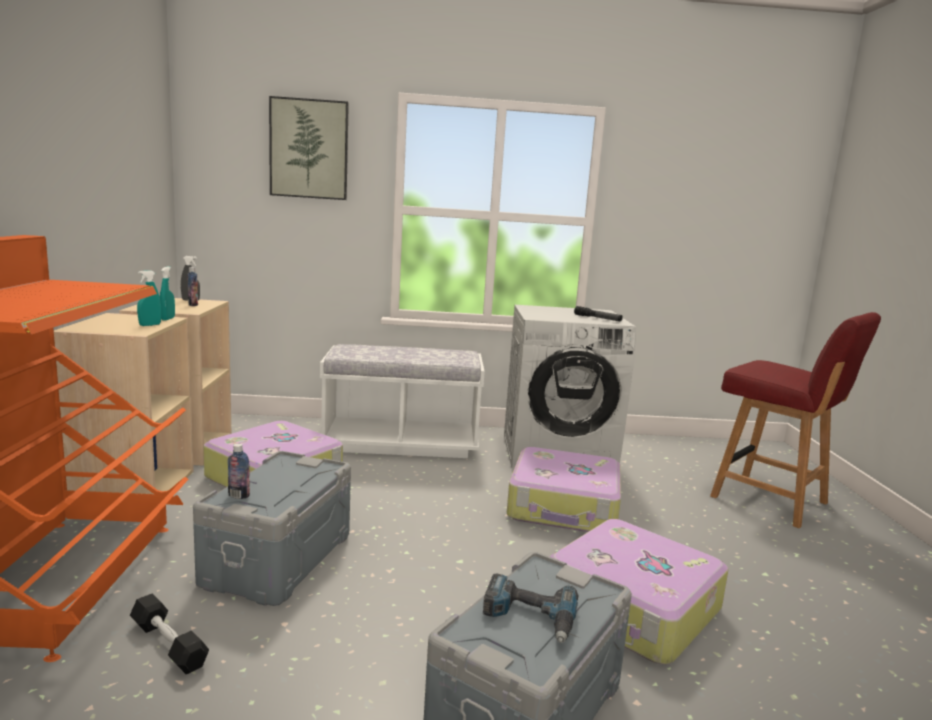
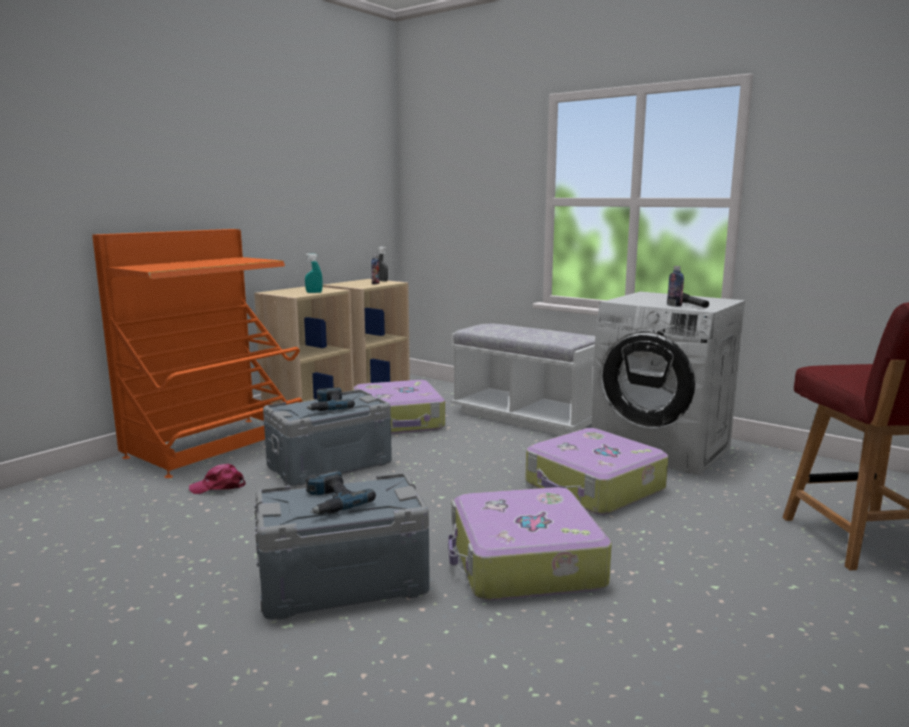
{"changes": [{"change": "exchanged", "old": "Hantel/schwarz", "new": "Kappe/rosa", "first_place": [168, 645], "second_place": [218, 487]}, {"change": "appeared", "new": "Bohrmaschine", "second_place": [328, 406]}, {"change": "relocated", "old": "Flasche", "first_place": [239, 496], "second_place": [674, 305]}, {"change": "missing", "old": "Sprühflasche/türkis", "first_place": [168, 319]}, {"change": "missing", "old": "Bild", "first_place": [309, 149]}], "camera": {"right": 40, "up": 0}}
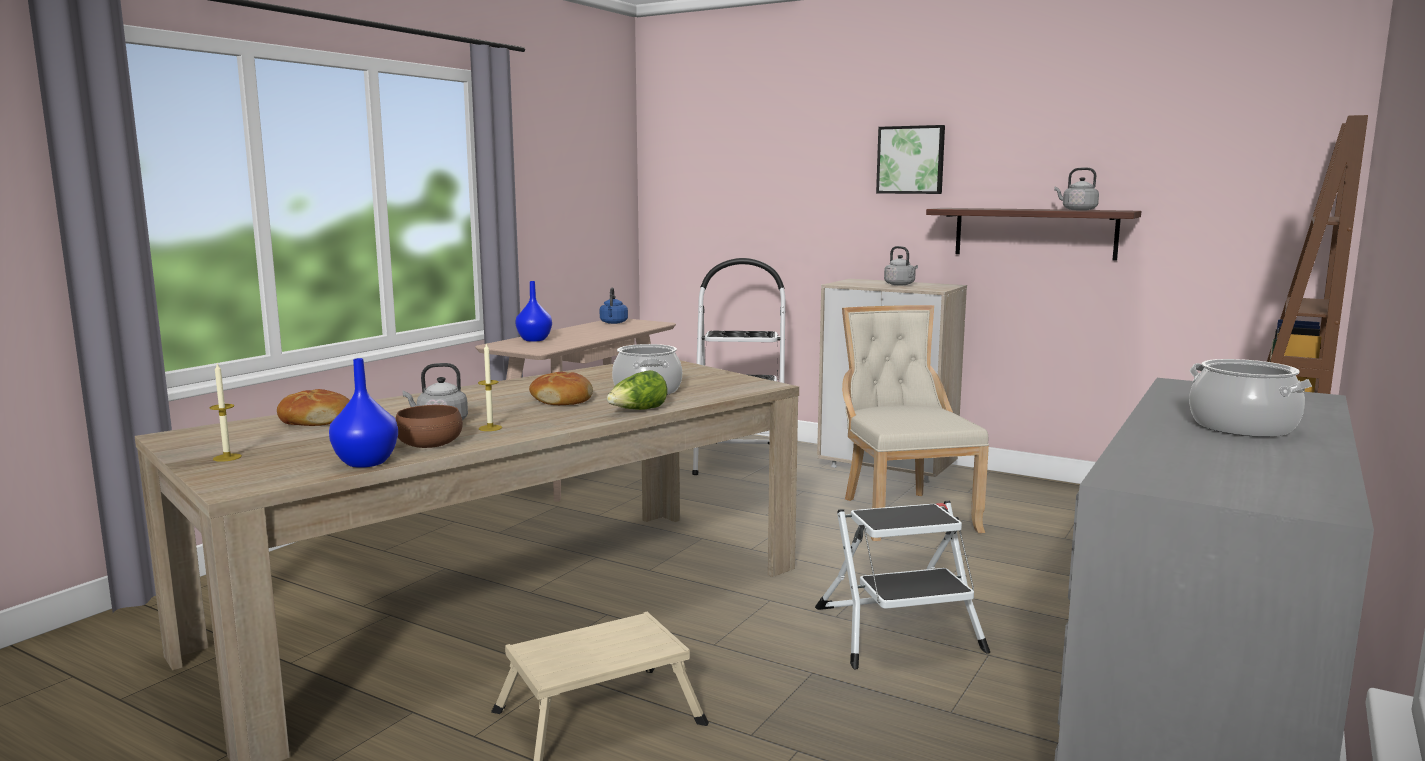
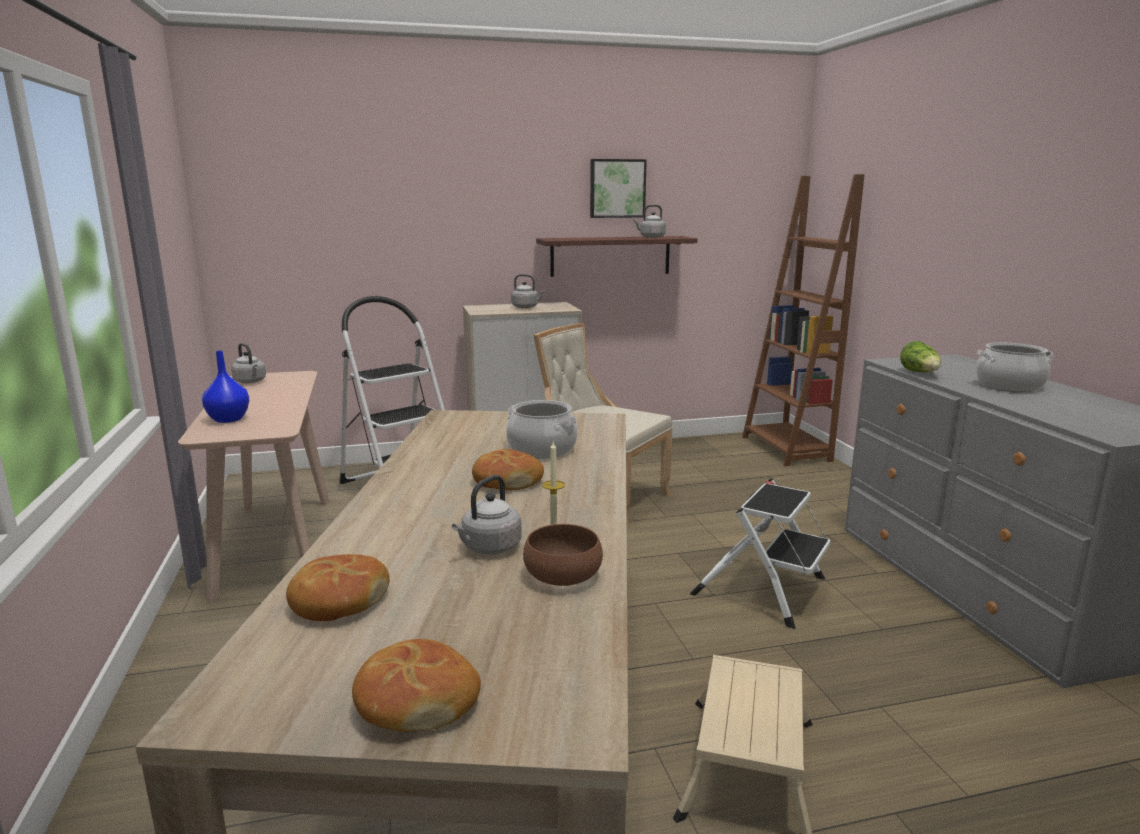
{"changes": [{"change": "colour", "old": "Wasserkessel/blau", "new": "Wasserkessel/grau", "first_place": [613, 323], "second_place": [250, 382]}, {"change": "exchanged", "old": "Kerze", "new": "Brot", "first_place": [227, 457], "second_place": [416, 701]}, {"change": "relocated", "old": "Bild", "first_place": [911, 160], "second_place": [617, 188]}, {"change": "relocated", "old": "Salatkopf", "first_place": [638, 411], "second_place": [920, 373]}, {"change": "missing", "old": "Vase/blau", "first_place": [366, 462]}], "camera": {"right": -45, "up": 5}}
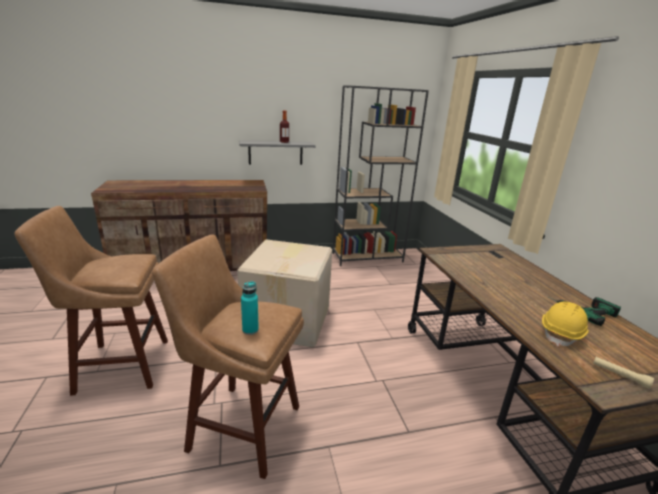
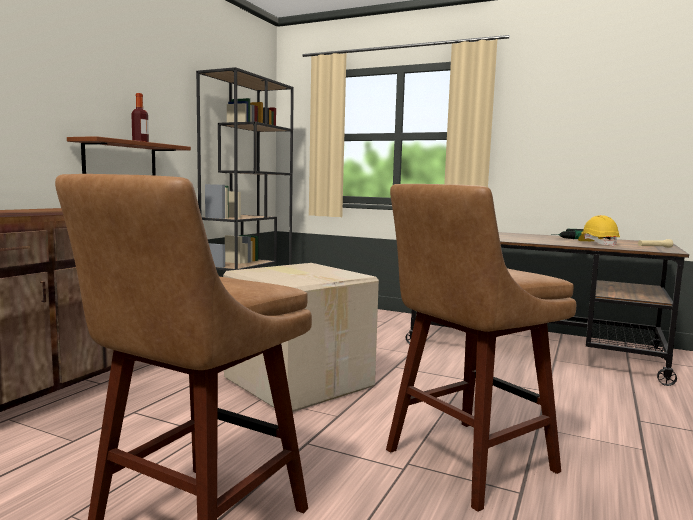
{"changes": [{"change": "colour", "old": "Wandregal/grau", "new": "Wandregal/braun", "first_place": [275, 152], "second_place": [120, 162]}, {"change": "missing", "old": "Flasche/türkis", "first_place": [250, 330]}], "camera": {"right": -50, "up": -15}}
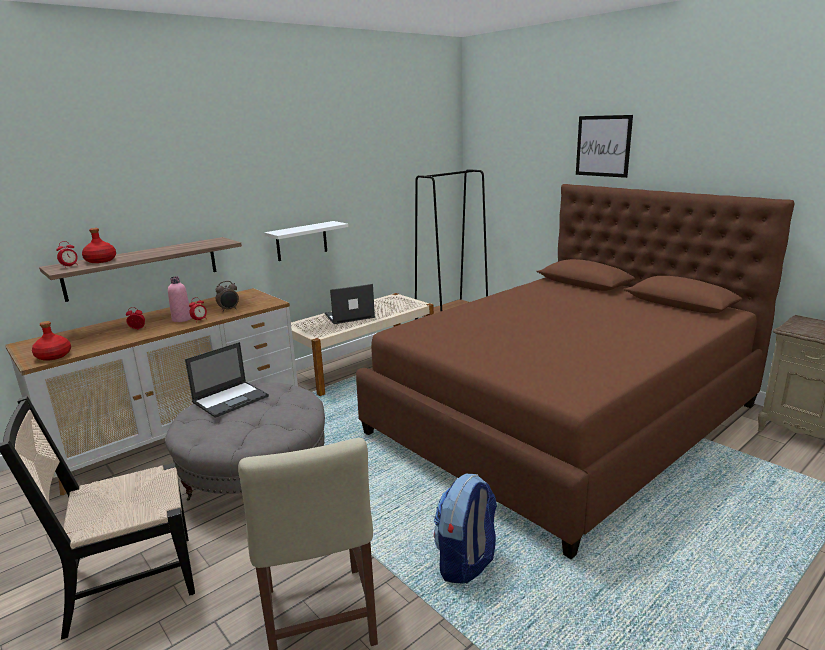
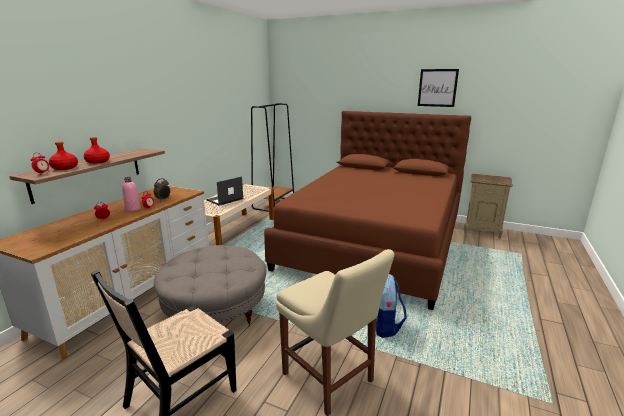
{"changes": [{"change": "relocated", "old": "Flasche/rot", "first_place": [53, 356], "second_place": [97, 162]}, {"change": "relocated", "old": "Bild", "first_place": [603, 146], "second_place": [437, 88]}, {"change": "missing", "old": "Laptop", "first_place": [231, 399]}, {"change": "missing", "old": "Wandregal/weiß", "first_place": [301, 241]}], "camera": {"right": -25, "up": 0}}
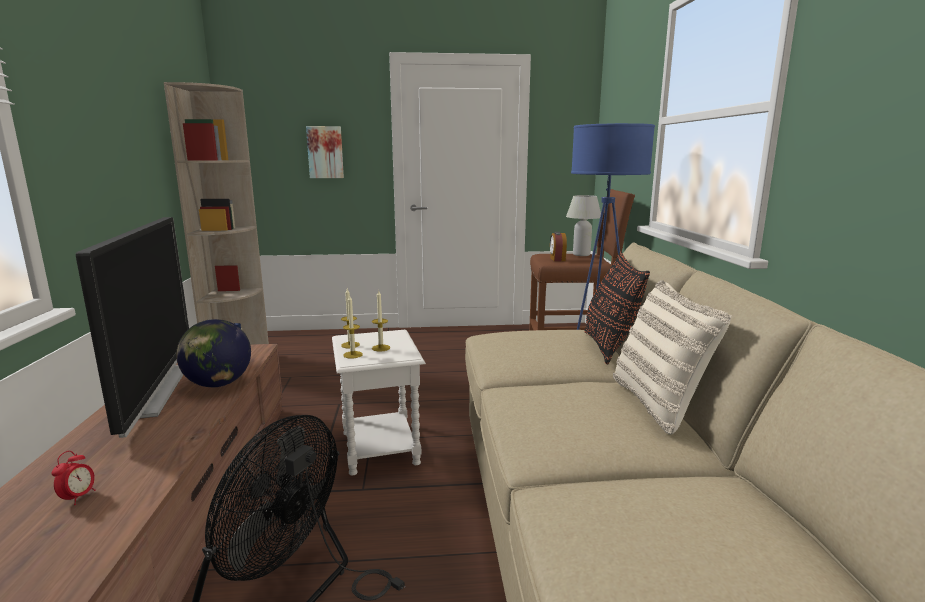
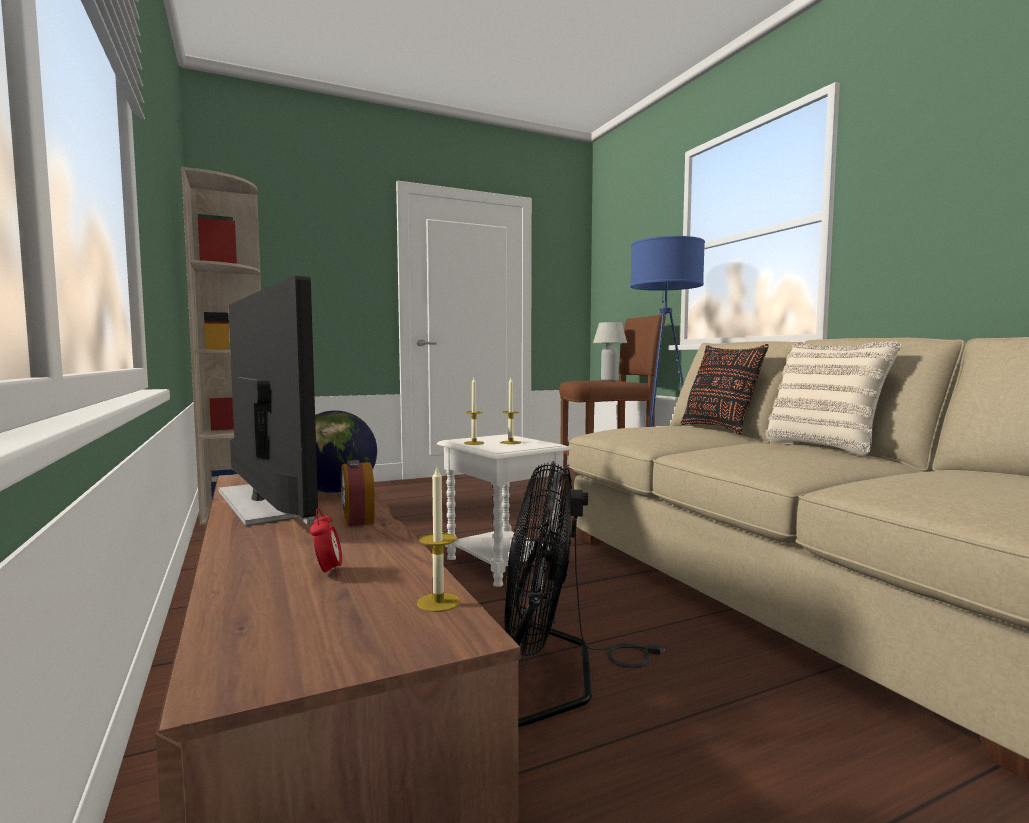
{"changes": [{"change": "relocated", "old": "Wecker", "first_place": [557, 259], "second_place": [357, 520]}, {"change": "relocated", "old": "Kerze", "first_place": [353, 355], "second_place": [438, 602]}, {"change": "missing", "old": "Bild", "first_place": [325, 152]}], "camera": {"right": -20, "up": -10}}
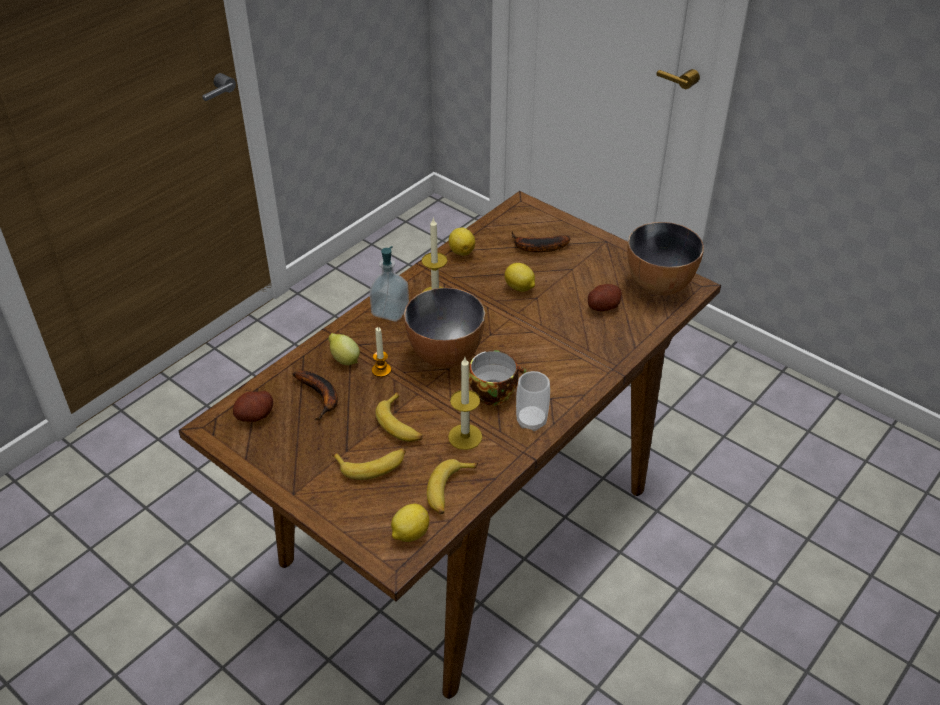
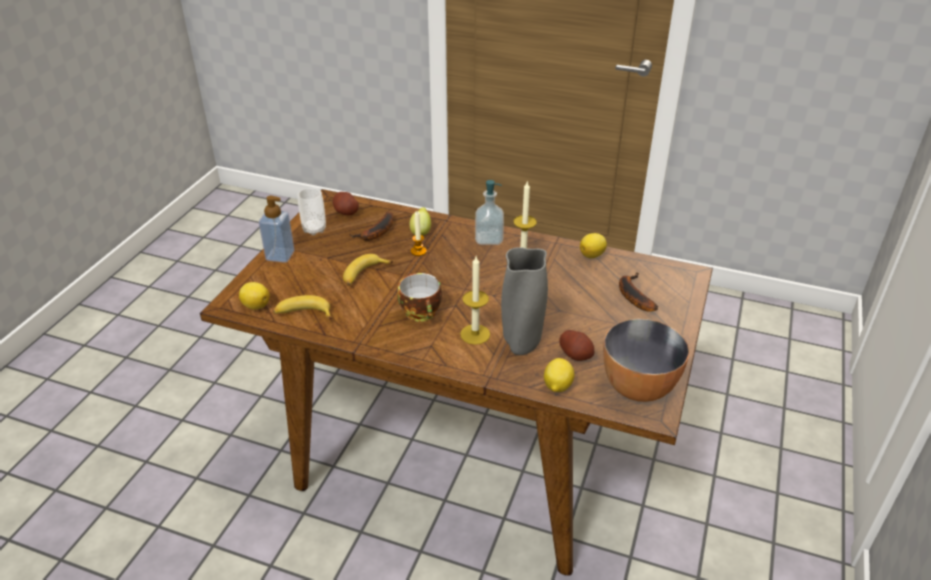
{"changes": [{"change": "appeared", "new": "Seifenspender", "second_place": [280, 255]}, {"change": "relocated", "old": "Tasse", "first_place": [531, 421], "second_place": [314, 229]}, {"change": "relocated", "old": "Kerze", "first_place": [465, 437], "second_place": [475, 334]}, {"change": "appeared", "new": "Vase/grau", "second_place": [521, 345]}, {"change": "relocated", "old": "Zitrone", "first_place": [520, 288], "second_place": [557, 386]}, {"change": "missing", "old": "Banane", "first_place": [372, 465]}, {"change": "missing", "old": "Schüssel", "first_place": [445, 355]}], "camera": {"right": 70, "up": -5}}
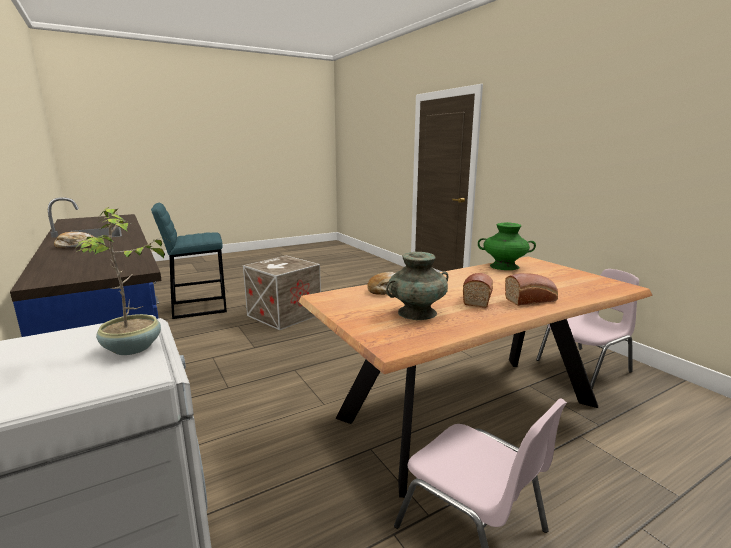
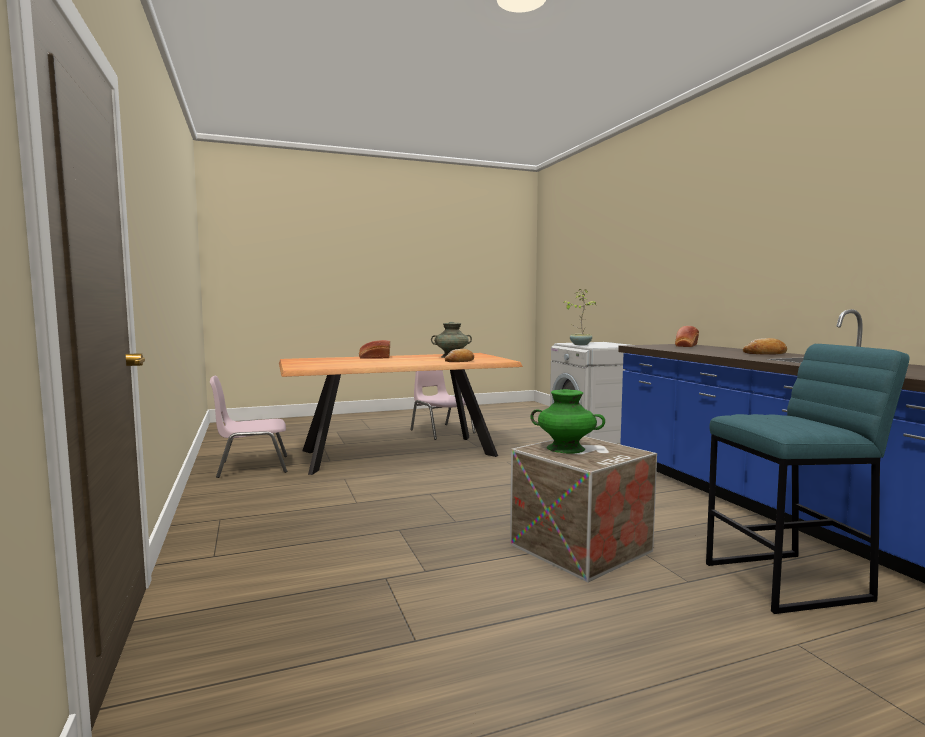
{"changes": [{"change": "relocated", "old": "Vase/grün", "first_place": [504, 266], "second_place": [566, 448]}, {"change": "relocated", "old": "Brot", "first_place": [478, 298], "second_place": [686, 345]}], "camera": {"right": -170, "up": -10}}
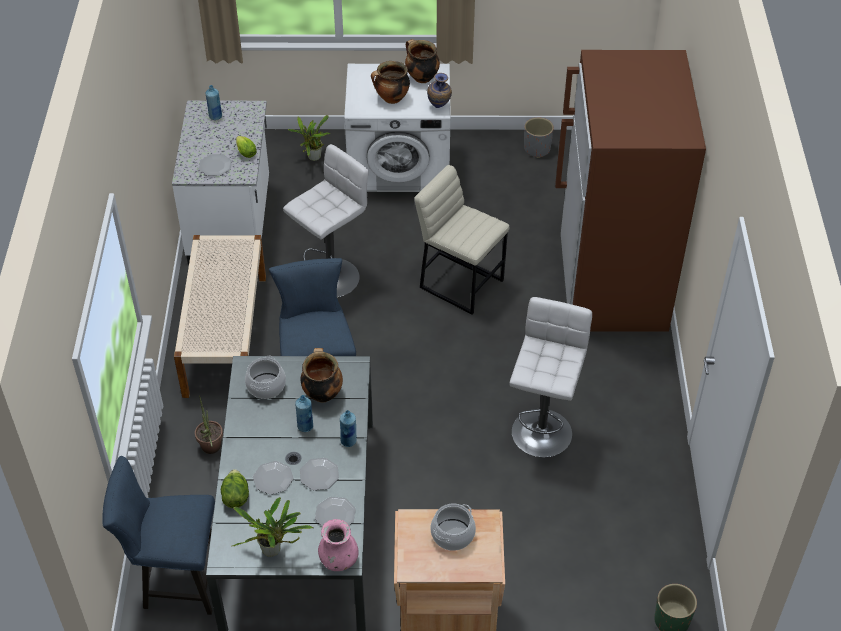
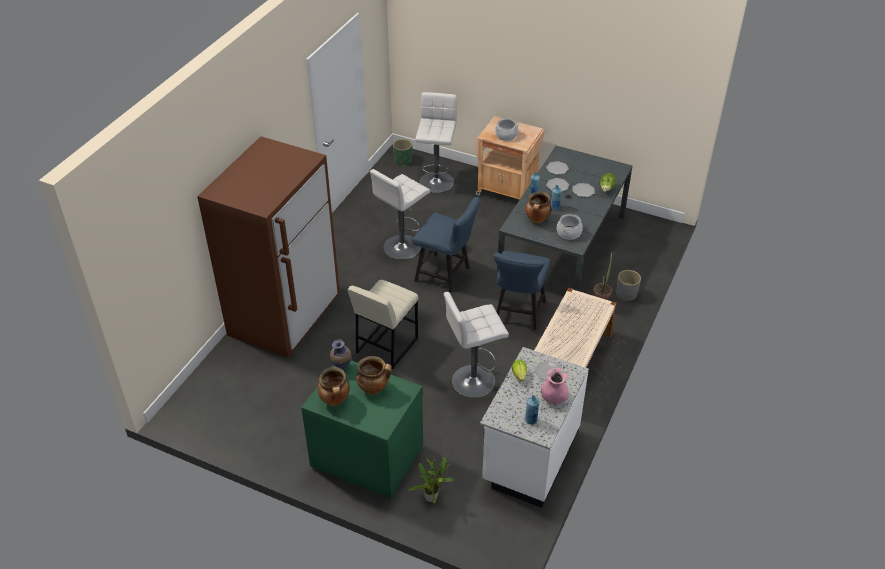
{"changes": [{"change": "colour", "old": "Waschmaschine/weiß", "new": "Waschmaschine/grün", "first_place": [400, 170], "second_place": [367, 456]}, {"change": "spun", "old": "Stuhl/beige", "first_place": [459, 283], "second_place": [386, 346], "degrees": 60}, {"change": "relocated", "old": "Stuhl/blau", "first_place": [175, 579], "second_place": [446, 275]}, {"change": "appeared", "new": "Hocker/weiß", "second_place": [437, 182]}, {"change": "relocated", "old": "Vase/rosa", "first_place": [339, 560], "second_place": [553, 398]}, {"change": "relocated", "old": "Pflanzkübel/grau", "first_place": [537, 149], "second_place": [626, 294]}, {"change": "missing", "old": "Topfpflanze", "first_place": [274, 551]}], "camera": {"right": -155, "up": -5}}
